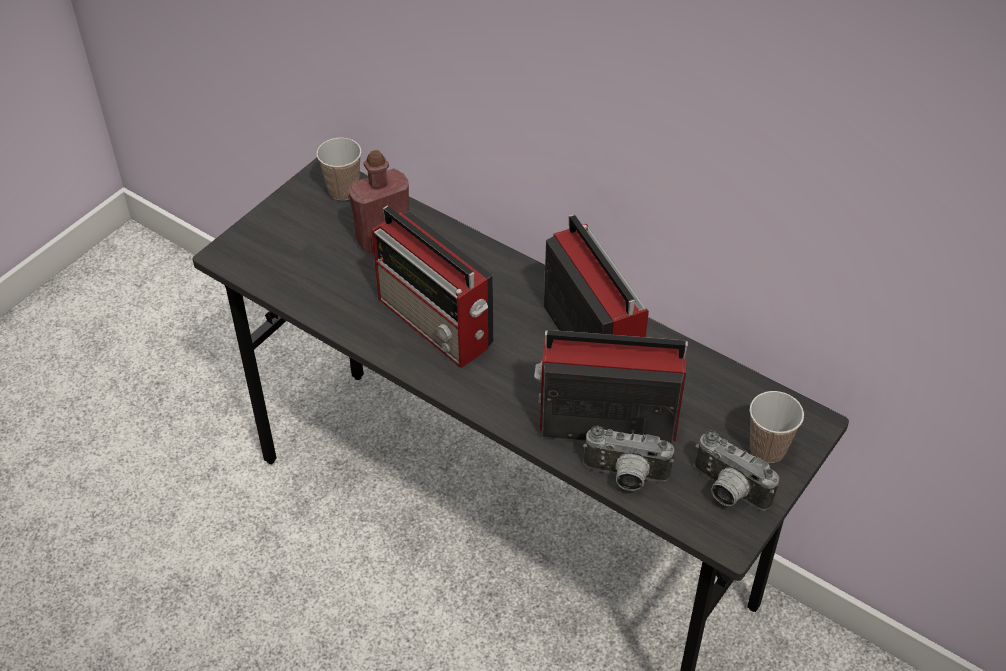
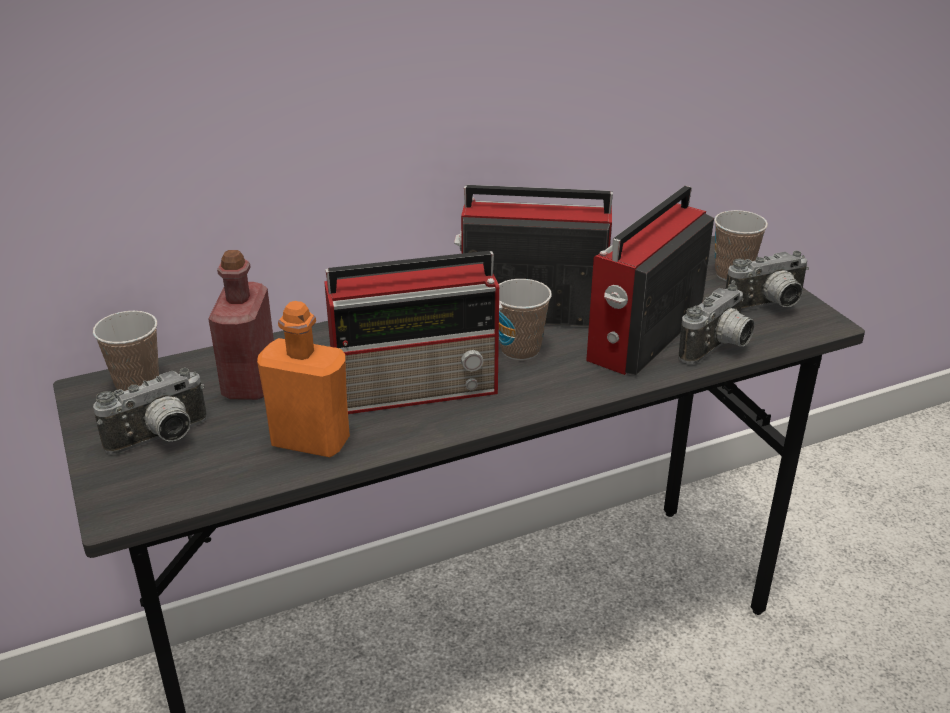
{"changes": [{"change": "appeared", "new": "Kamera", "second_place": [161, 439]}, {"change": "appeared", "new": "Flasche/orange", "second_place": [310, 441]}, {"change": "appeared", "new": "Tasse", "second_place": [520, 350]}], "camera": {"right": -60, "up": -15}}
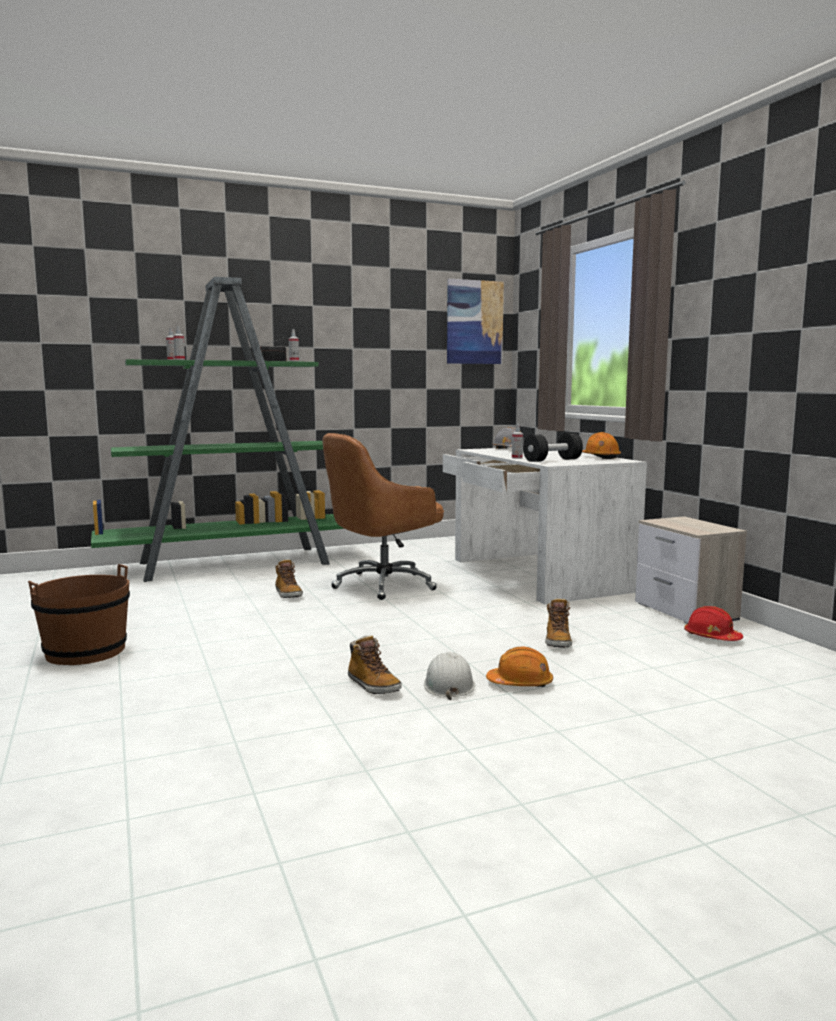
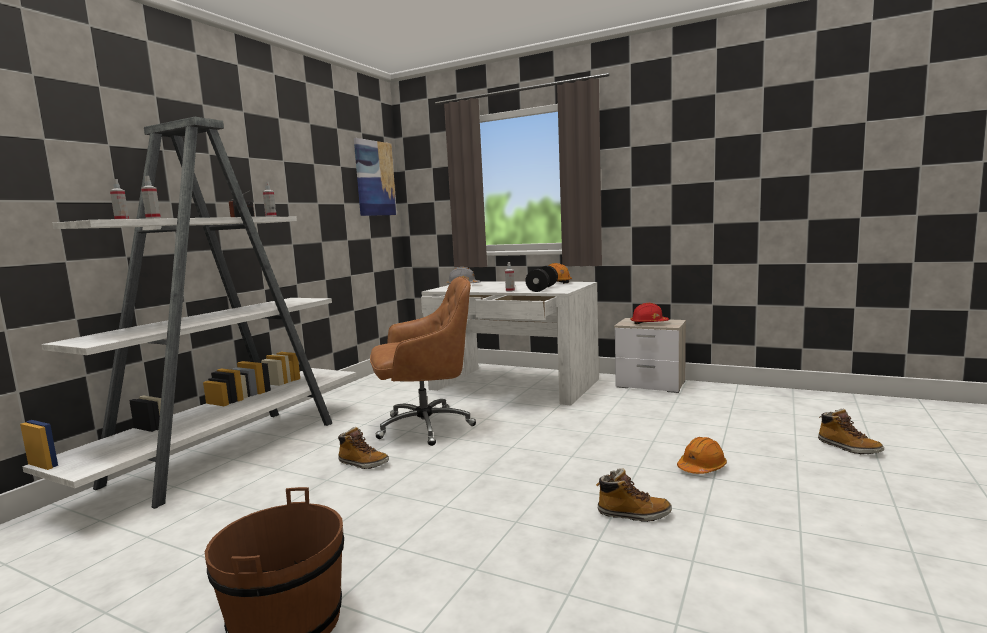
{"changes": [{"change": "colour", "old": "Bücherregal/grün", "new": "Bücherregal/weiß", "first_place": [237, 563], "second_place": [230, 451]}, {"change": "spun", "old": "Bürostuhl/braun", "first_place": [383, 585], "second_place": [425, 427], "degrees": -120}, {"change": "relocated", "old": "Schutzhelm/rot", "first_place": [711, 637], "second_place": [649, 323]}, {"change": "relocated", "old": "Stiefel", "first_place": [557, 641], "second_place": [848, 448]}, {"change": "missing", "old": "Schutzhelm/weiß", "first_place": [448, 685]}], "camera": {"right": -40, "up": 0}}
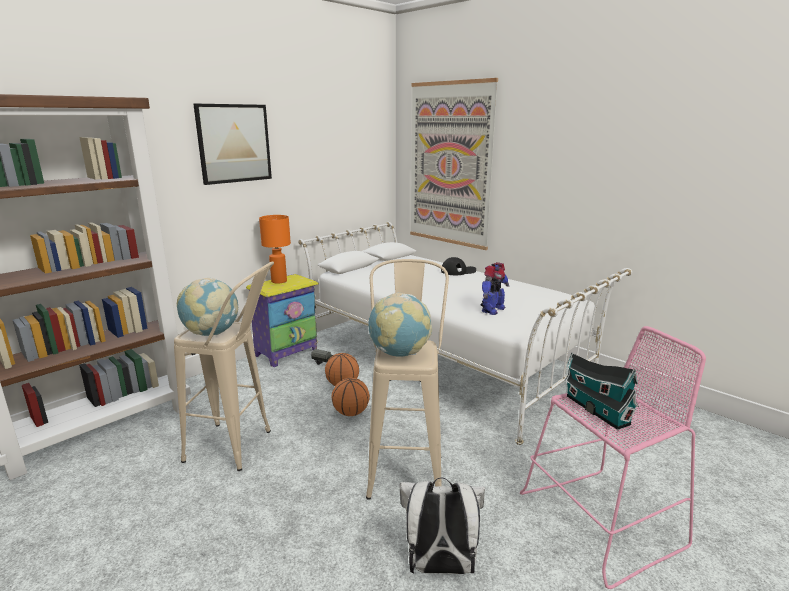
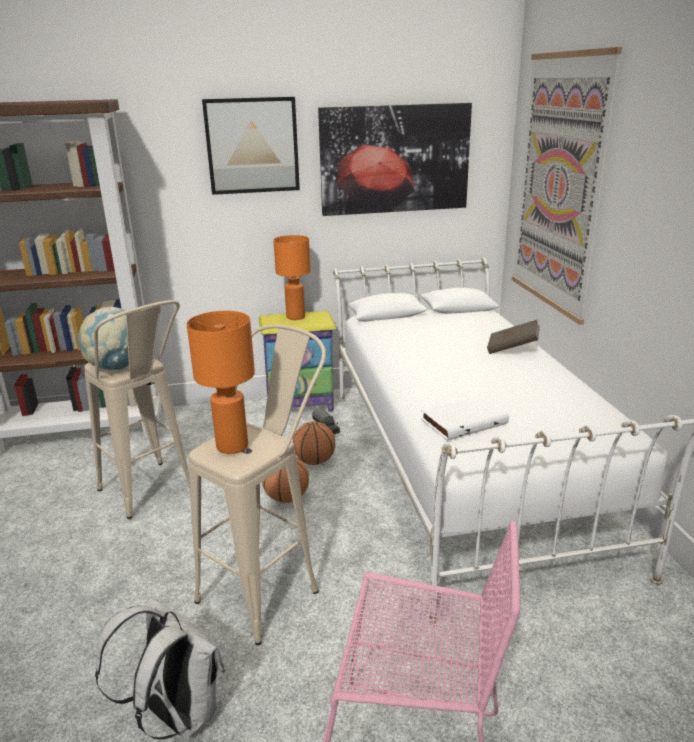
{"changes": [{"change": "exchanged", "old": "Globus", "new": "Tischlampe/orange", "first_place": [399, 353], "second_place": [231, 446]}, {"change": "appeared", "new": "Bild", "second_place": [395, 159]}, {"change": "exchanged", "old": "Spielzeugroboter", "new": "Buch/weiß", "first_place": [492, 310], "second_place": [463, 420]}, {"change": "exchanged", "old": "Kappe/schwarz", "new": "Buch/braun", "first_place": [458, 271], "second_place": [512, 349]}, {"change": "missing", "old": "Spielzeughaus", "first_place": [595, 408]}], "camera": {"right": 35, "up": 5}}
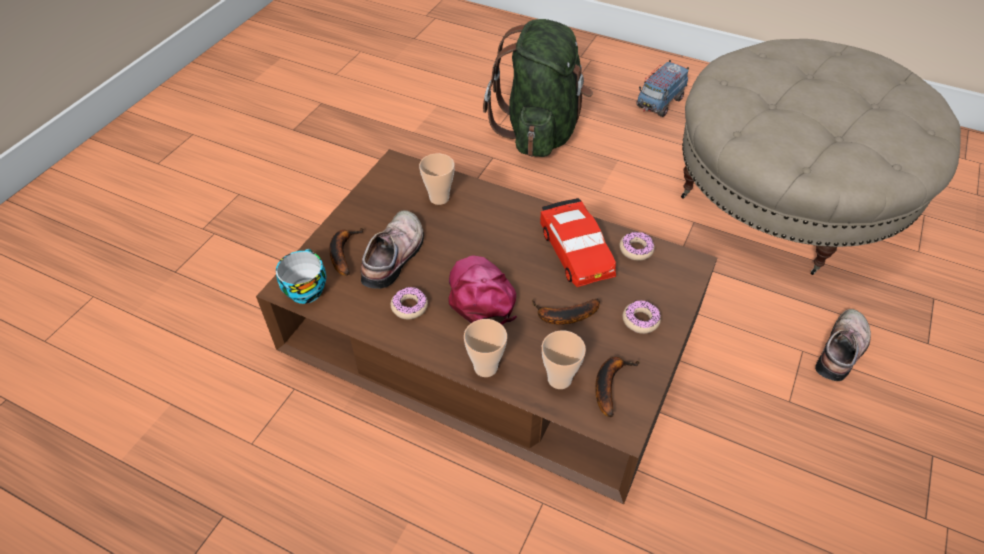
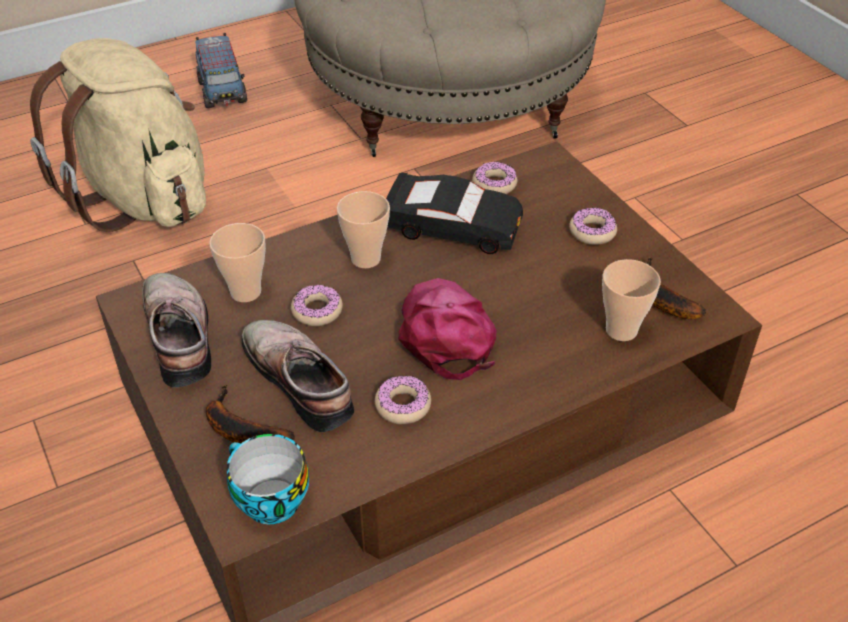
{"changes": [{"change": "colour", "old": "Rucksack/grün", "new": "Rucksack/beige", "first_place": [540, 131], "second_place": [143, 199]}, {"change": "relocated", "old": "Schuh", "first_place": [843, 351], "second_place": [182, 335]}, {"change": "appeared", "new": "Donut", "second_place": [317, 311]}, {"change": "relocated", "old": "Tasse", "first_place": [485, 367], "second_place": [366, 259]}, {"change": "colour", "old": "Spielzeugauto/rot", "new": "Spielzeugauto/schwarz", "first_place": [576, 251], "second_place": [453, 226]}, {"change": "spun", "old": "Kappe/rosa", "first_place": [481, 296], "second_place": [446, 333], "degrees": 60}, {"change": "missing", "old": "Banane", "first_place": [563, 316]}], "camera": {"right": -55, "up": -5}}
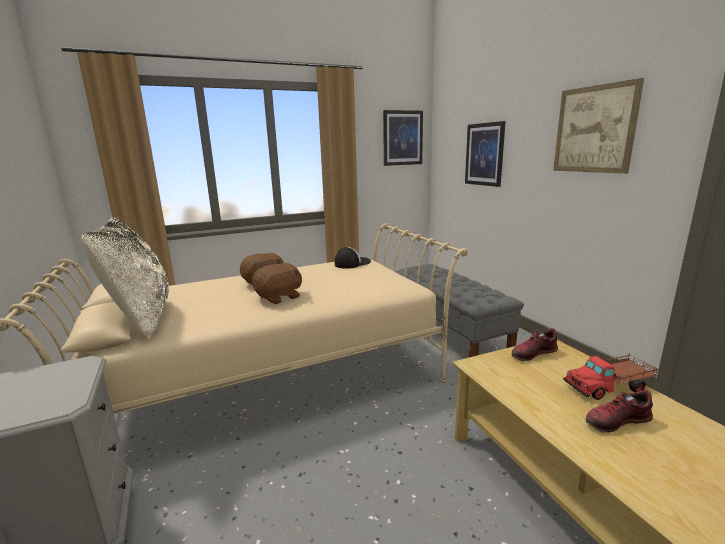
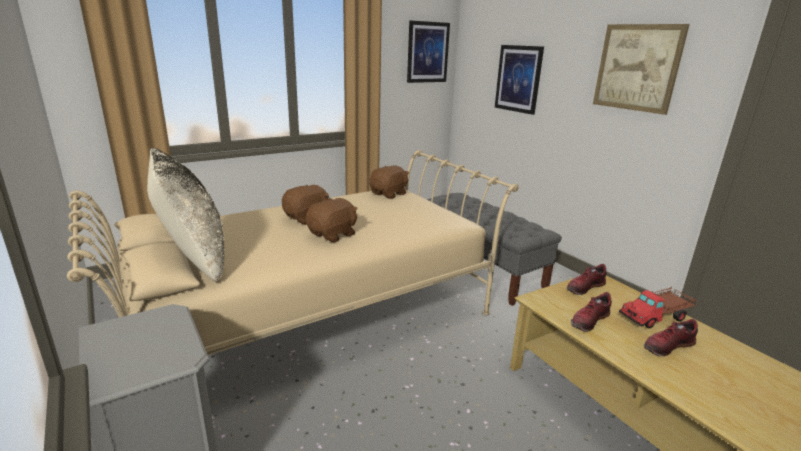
{"changes": [{"change": "exchanged", "old": "Kappe", "new": "Plüschtier/braun", "first_place": [352, 263], "second_place": [389, 194]}, {"change": "appeared", "new": "Schuh", "second_place": [589, 320]}], "camera": {"right": -10, "up": 5}}
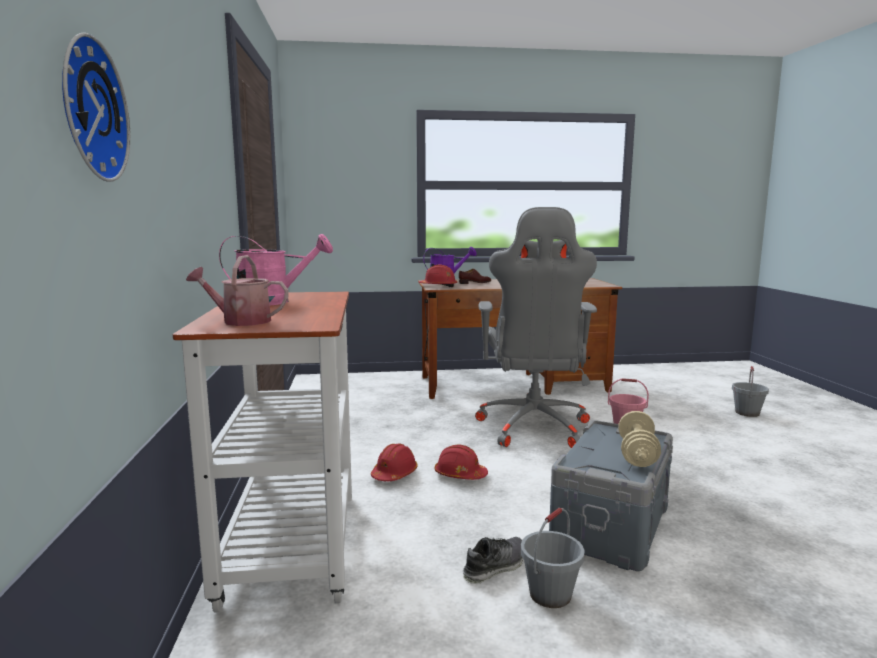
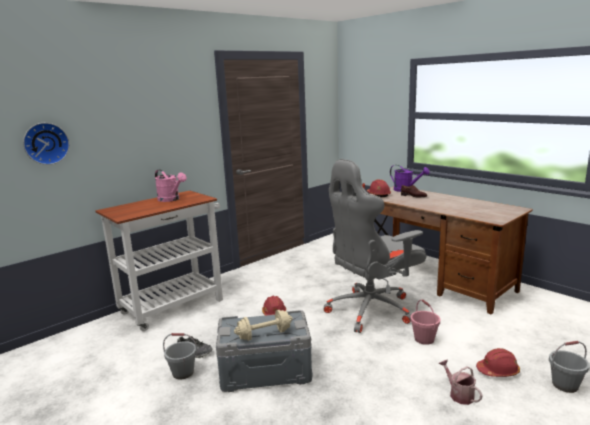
{"changes": [{"change": "relocated", "old": "Gießkanne", "first_place": [240, 321], "second_place": [459, 394]}, {"change": "relocated", "old": "Schutzhelm/rot", "first_place": [394, 474], "second_place": [498, 371]}], "camera": {"right": 55, "up": 5}}
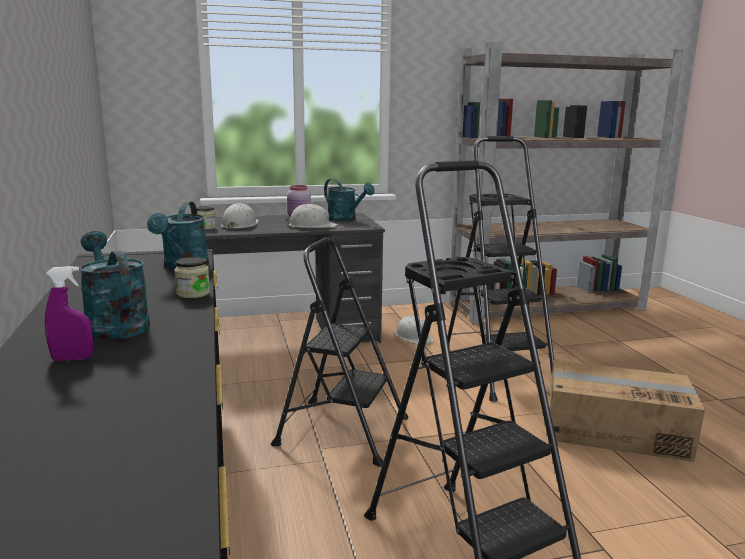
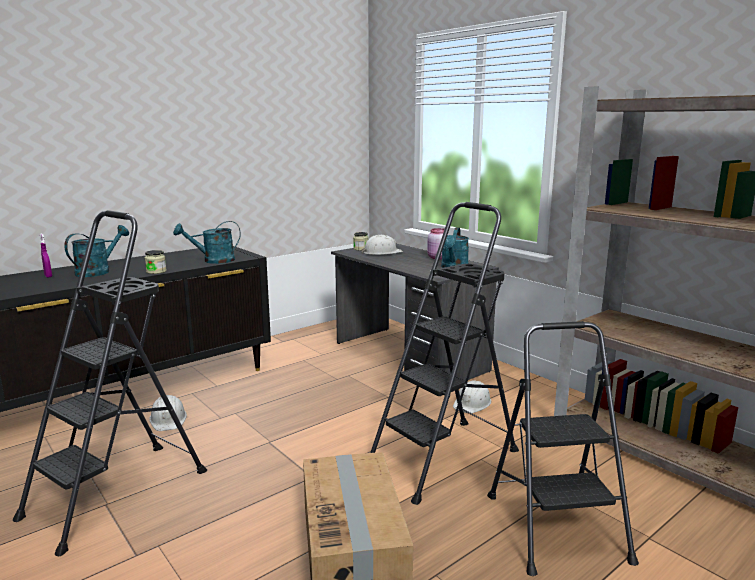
{"changes": [{"change": "relocated", "old": "Schutzhelm/weiß", "first_place": [311, 226], "second_place": [168, 419]}, {"change": "relocated", "old": "Trittleiter/schwarz", "first_place": [338, 429], "second_place": [555, 523]}], "camera": {"right": 65, "up": 0}}
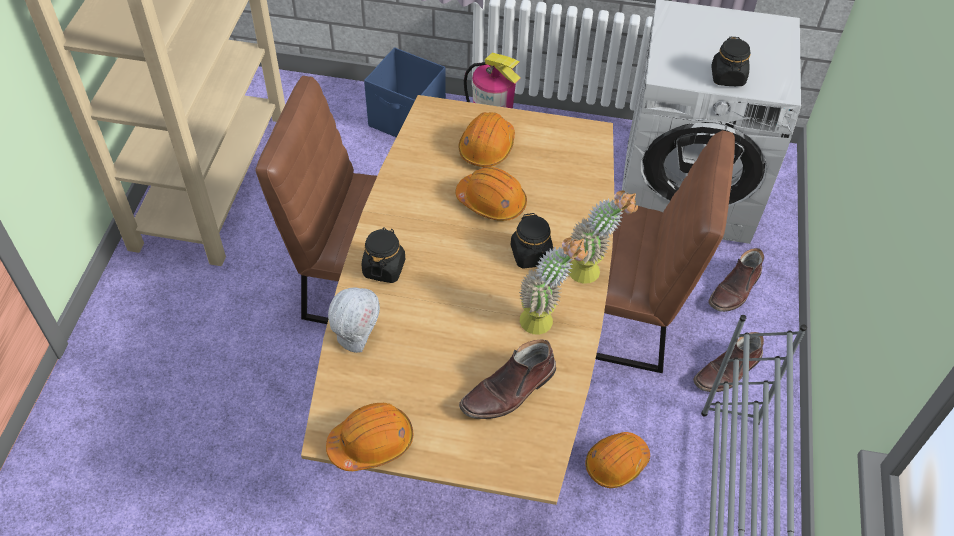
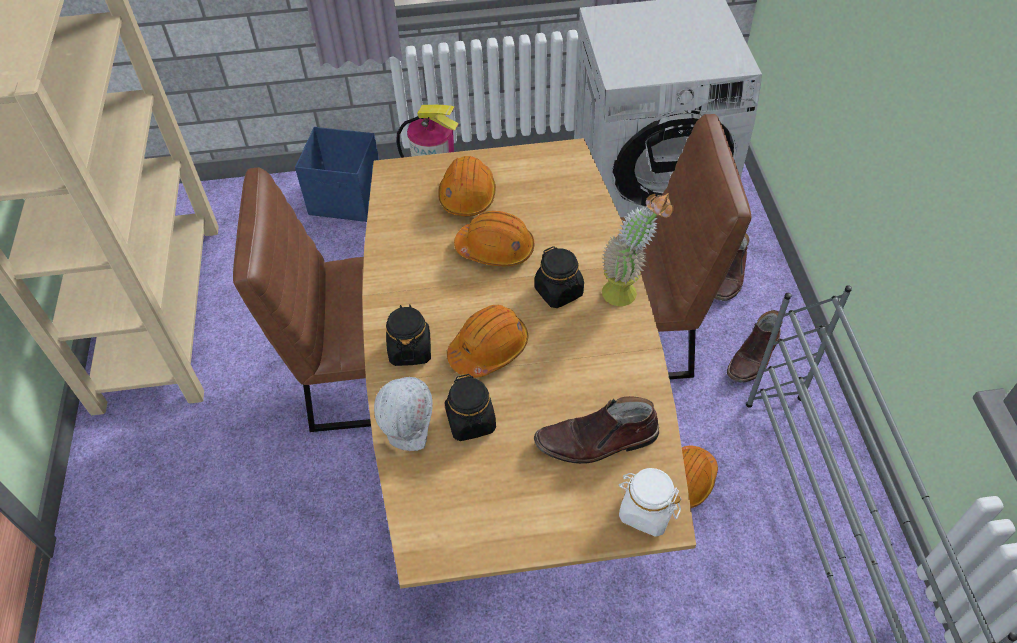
{"changes": [{"change": "relocated", "old": "Vorratsglas/schwarz", "first_place": [727, 77], "second_place": [471, 421]}, {"change": "relocated", "old": "Schutzhelm/orange", "first_place": [371, 442], "second_place": [489, 349]}, {"change": "spun", "old": "Stiefel/braun", "first_place": [509, 391], "second_place": [597, 441], "degrees": 45}, {"change": "appeared", "new": "Vorratsglas/weiß", "second_place": [646, 511]}, {"change": "missing", "old": "Topfpflanze", "first_place": [545, 319]}], "camera": {"right": -15, "up": 0}}
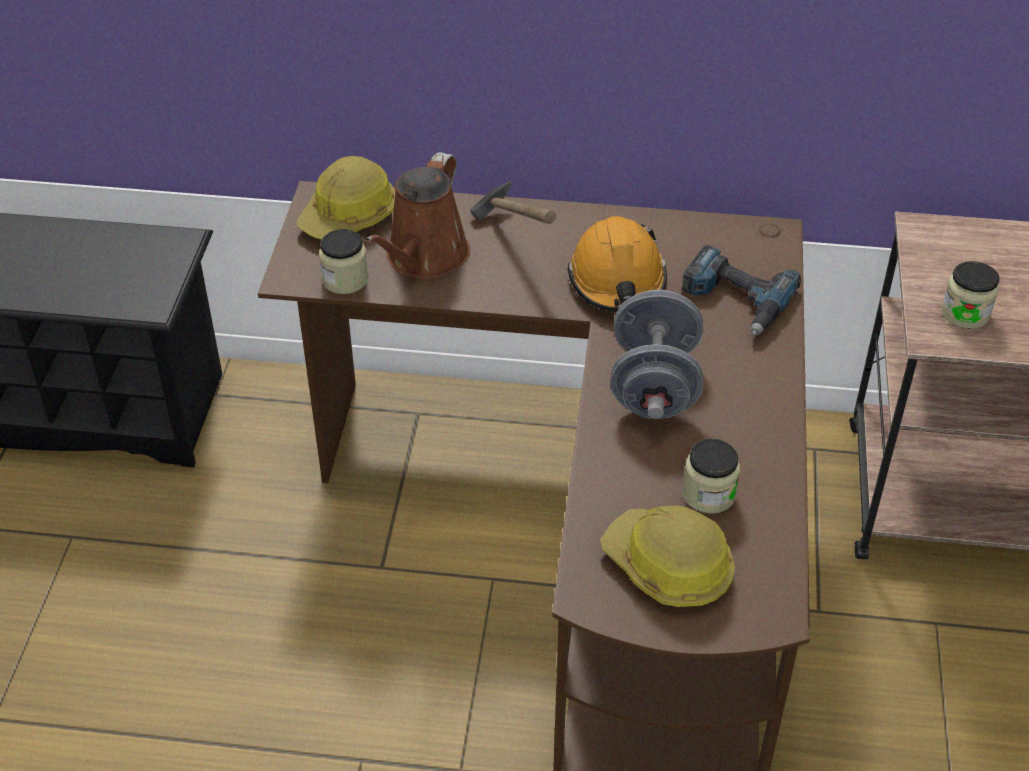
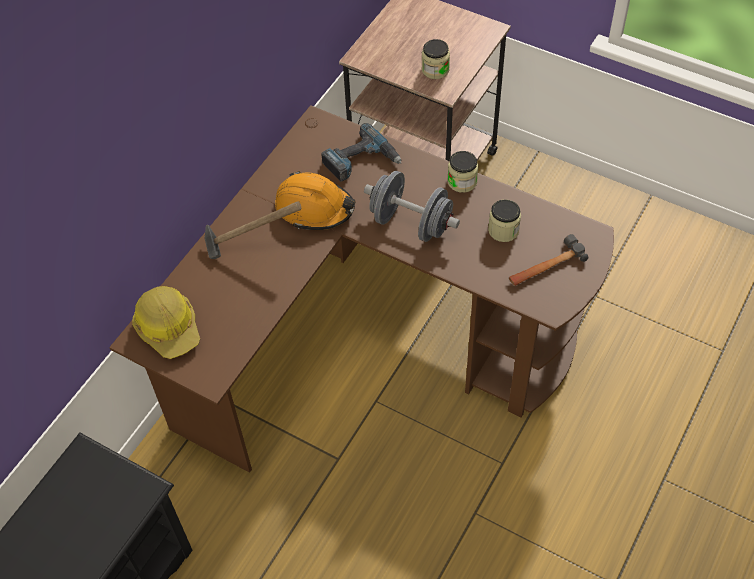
{"changes": [{"change": "relocated", "old": "Vorratsglas", "first_place": [345, 280], "second_place": [462, 181]}, {"change": "exchanged", "old": "Schutzhelm", "new": "Hammer", "first_place": [668, 567], "second_place": [546, 266]}, {"change": "missing", "old": "Gießkanne/braun", "first_place": [424, 258]}], "camera": {"right": -65, "up": 10}}
